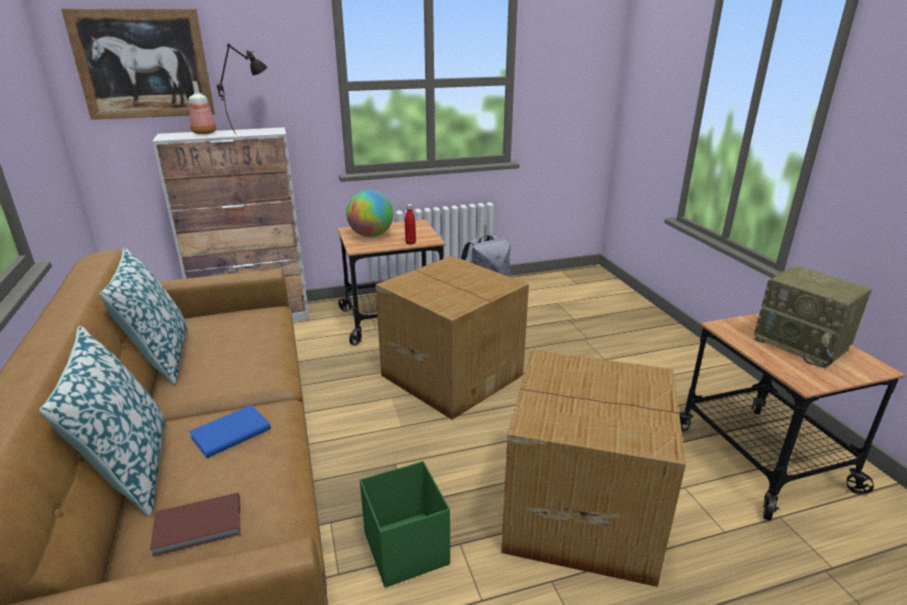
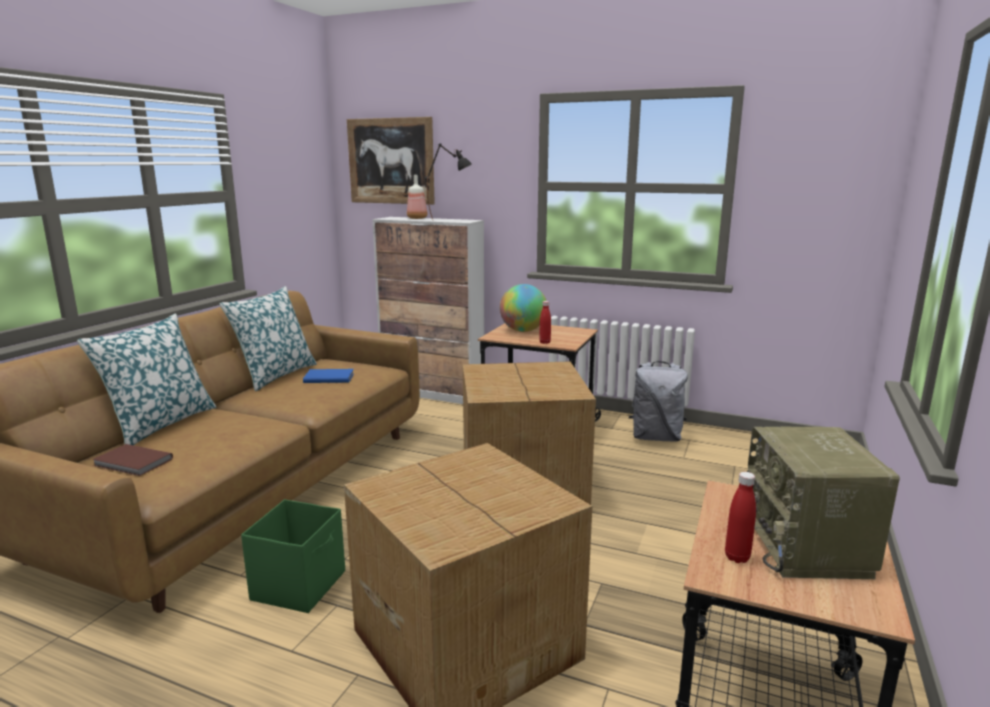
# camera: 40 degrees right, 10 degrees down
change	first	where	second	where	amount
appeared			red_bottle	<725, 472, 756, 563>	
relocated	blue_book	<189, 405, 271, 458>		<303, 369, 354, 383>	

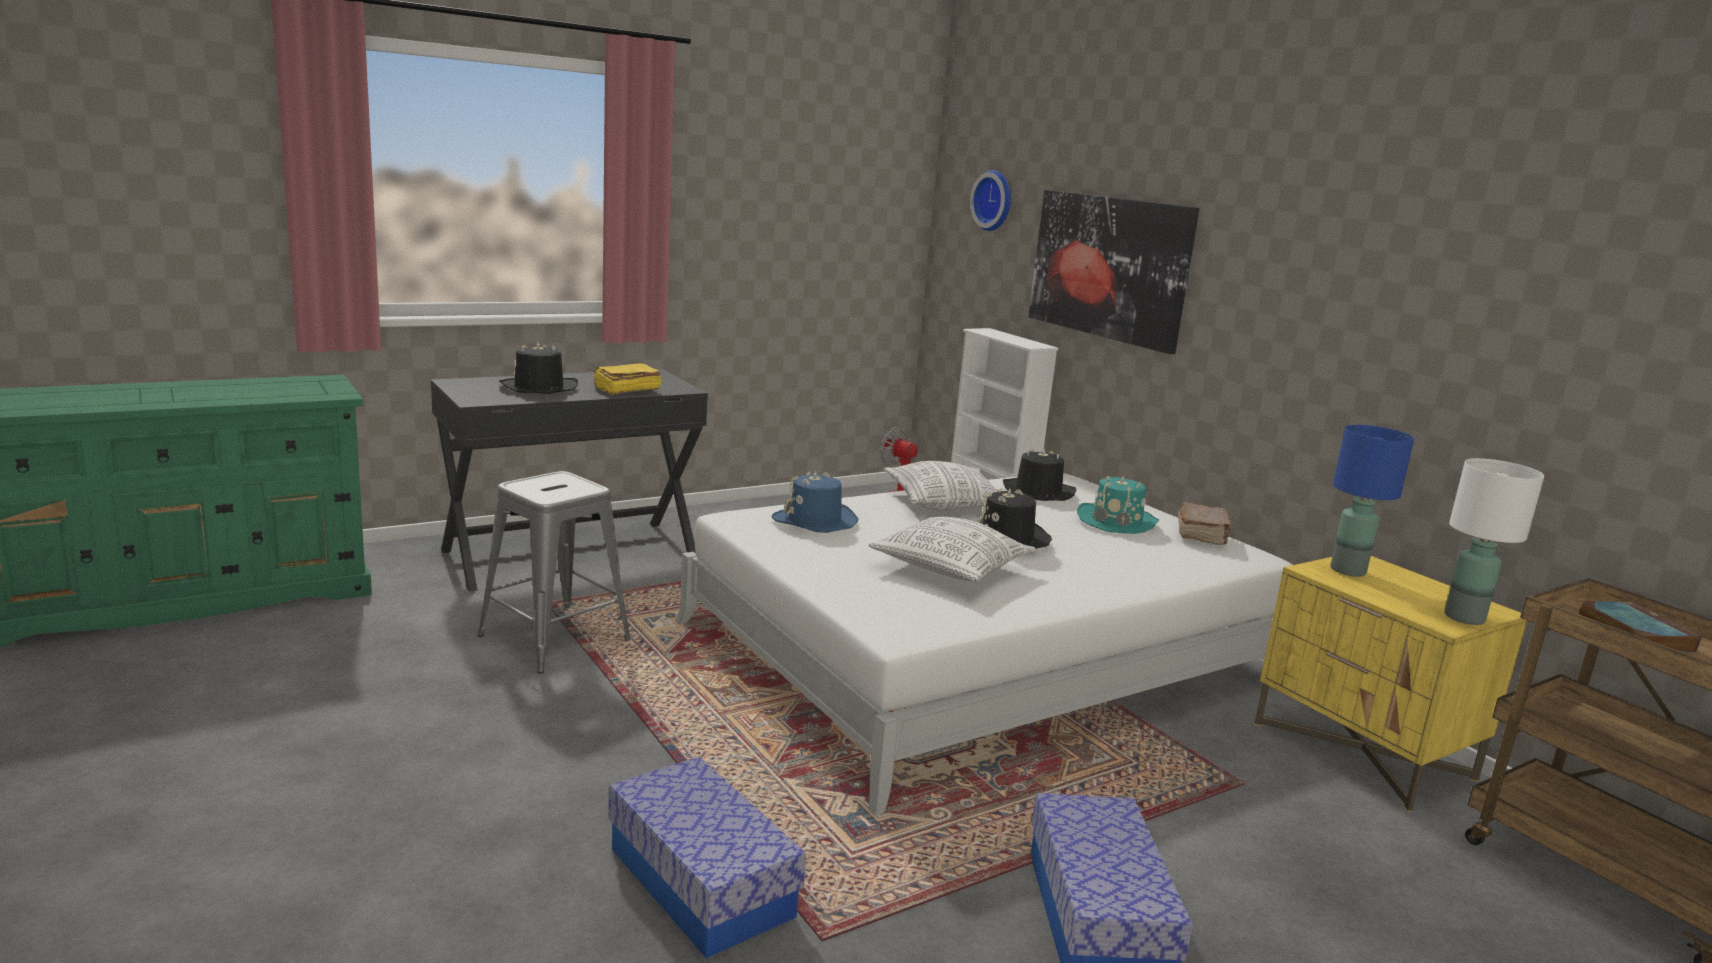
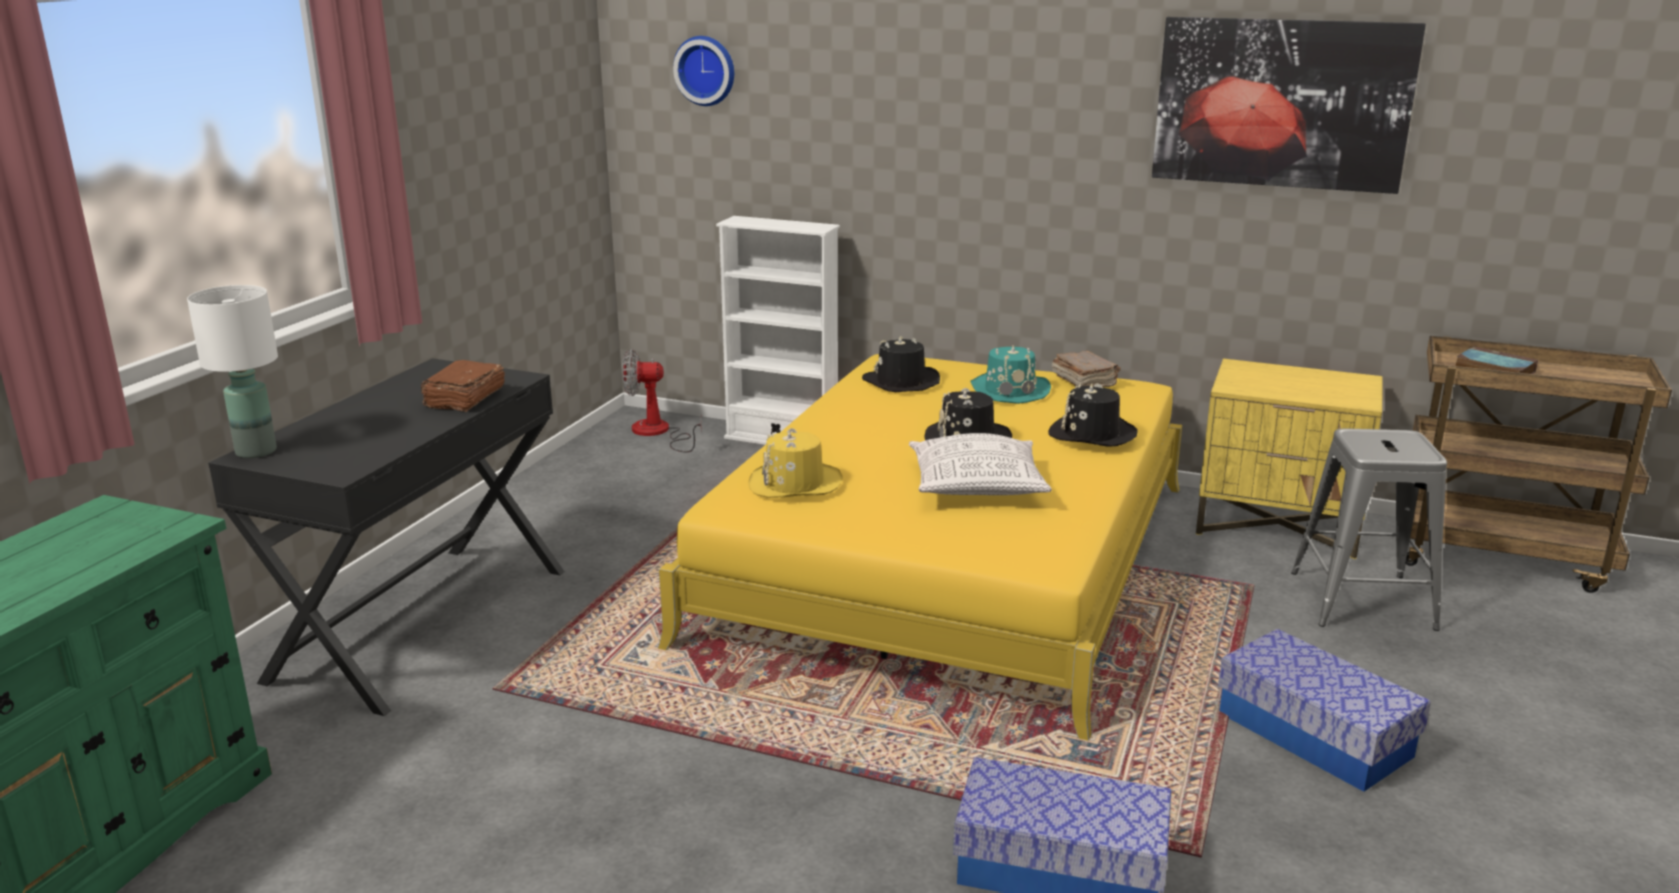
# camera: 35 degrees left, 5 degrees up
change	first	where	second	where	amount
missing	pillow	<884, 461, 997, 510>			
missing	blue_table_lamp	<1330, 425, 1414, 576>			
relocated	grey_stool	<478, 471, 631, 673>		<1291, 428, 1447, 631>	
relocated	black_hat	<499, 342, 578, 394>		<1048, 383, 1137, 447>	
relocated	picture	<1028, 190, 1200, 354>		<1152, 17, 1426, 194>	
relocated	white_table_lamp	<1444, 458, 1544, 625>		<187, 285, 278, 458>	
colour	yellow_book	<593, 363, 661, 395>	brown_book	<421, 360, 505, 412>	
colour	white_bed	<675, 473, 1293, 816>	yellow_bed	<658, 354, 1182, 741>	
colour	blue_hat	<772, 470, 858, 533>	yellow_hat	<748, 428, 843, 498>	

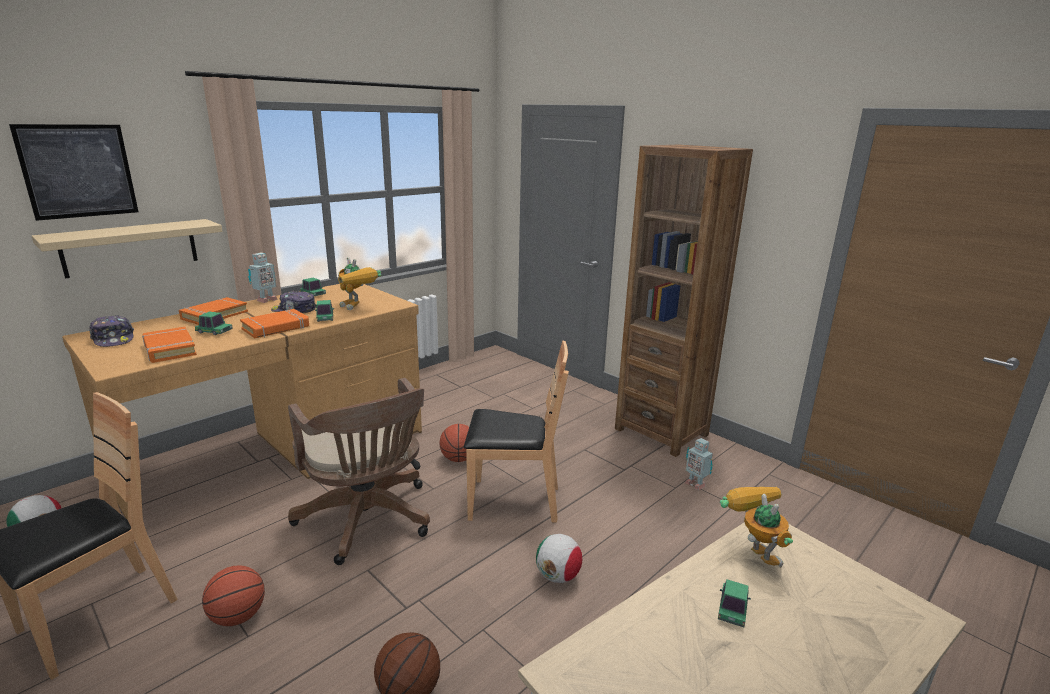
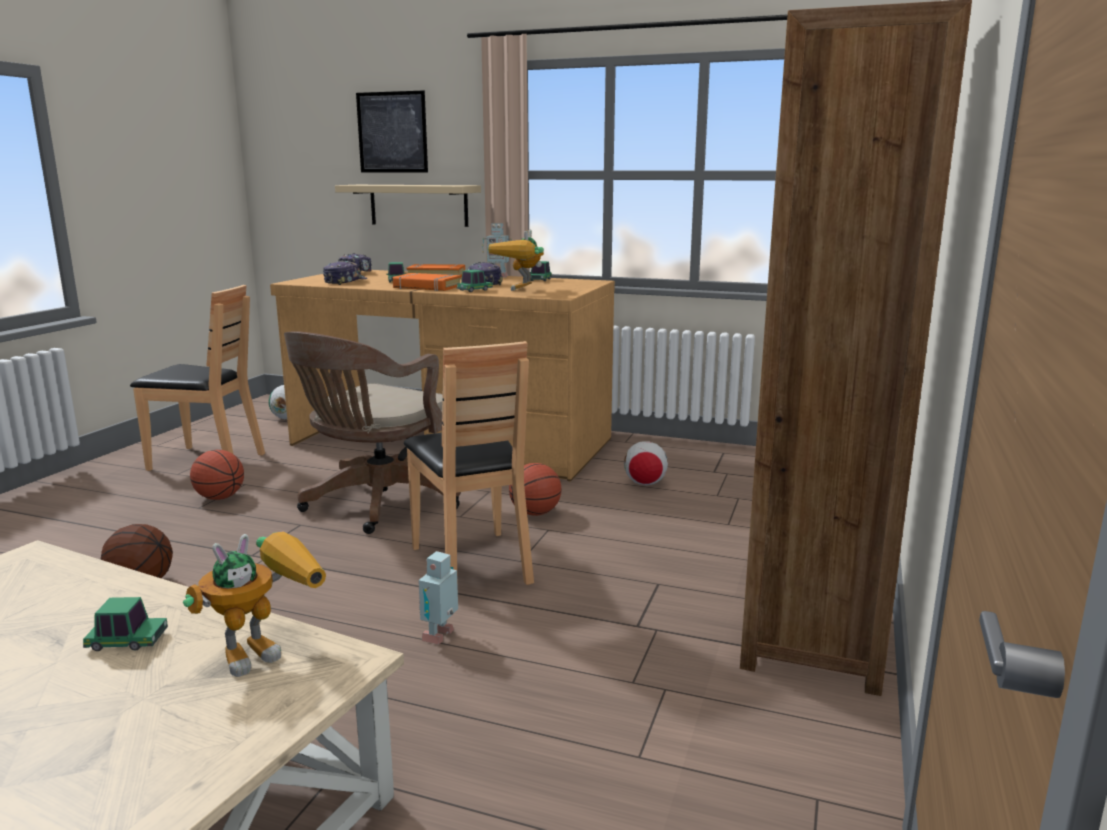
# camera: 65 degrees right, 5 degrees down
change	first	where	second	where	amount
relocated	football	<536, 534, 582, 583>		<624, 441, 668, 485>	
relocated	toy_robot	<685, 438, 713, 490>		<418, 551, 458, 645>	
exchanged	orange_book	<142, 327, 197, 363>	cap	<323, 261, 367, 285>	

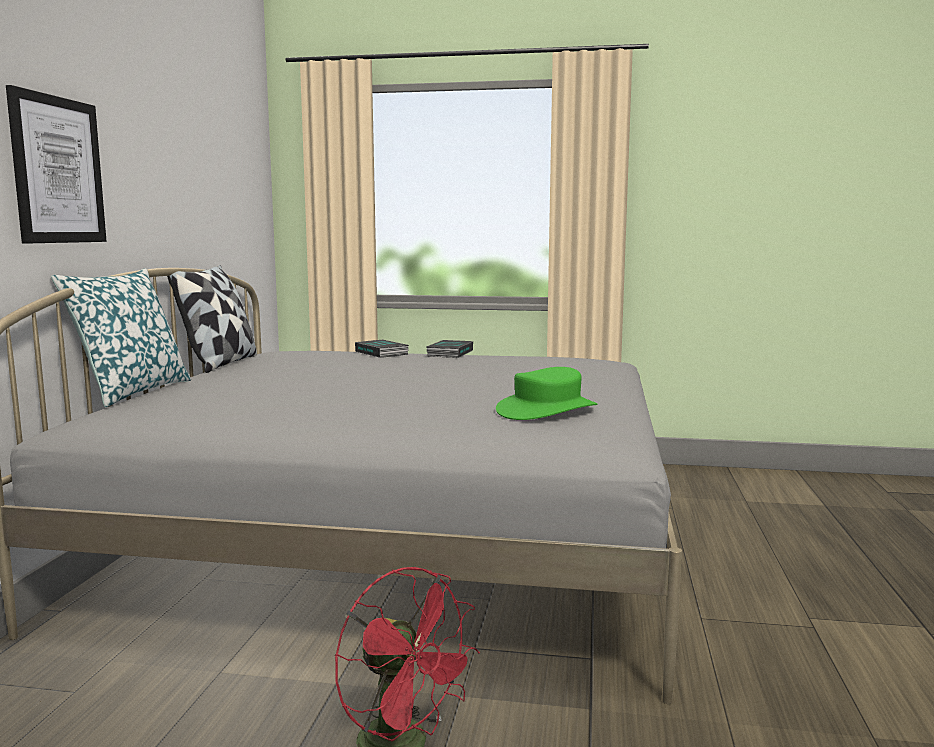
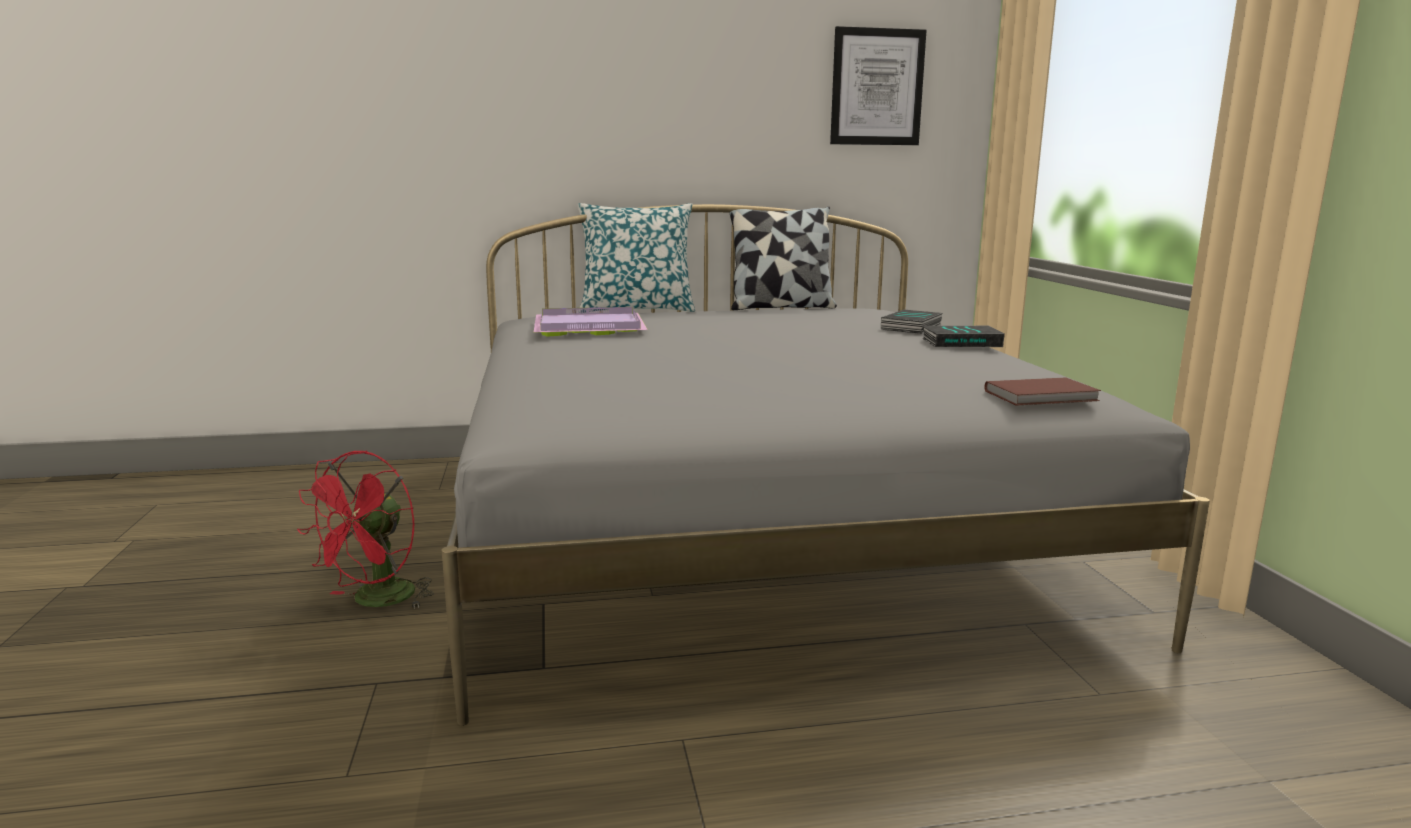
# camera: 70 degrees right, 5 degrees up
change	first	where	second	where	amount
missing	green_hat	<496, 367, 598, 420>			
appeared			purple_tray	<534, 307, 648, 337>	
appeared			brown_book	<984, 377, 1101, 406>	
relocated	picture	<6, 85, 106, 244>		<830, 26, 927, 145>	

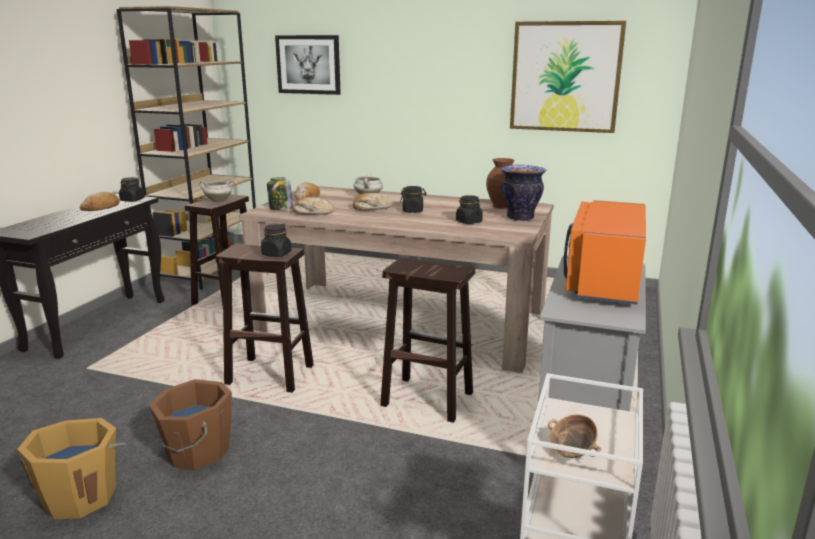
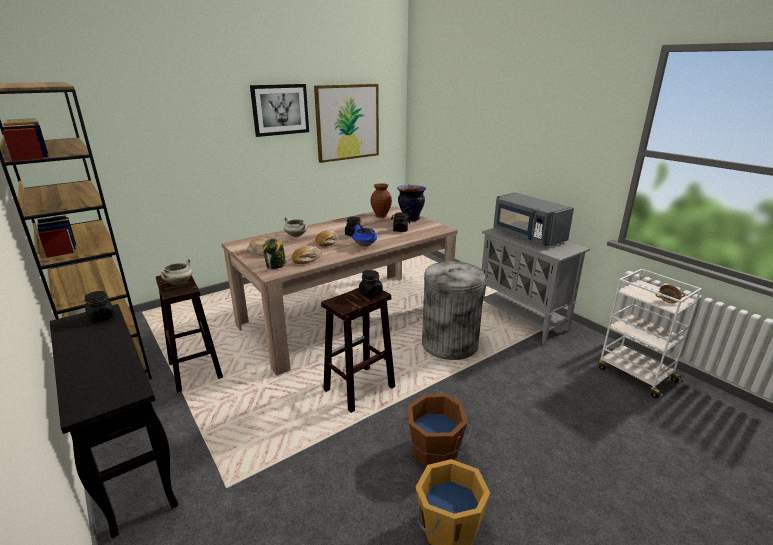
# camera: 55 degrees left, 5 degrees up
change	first	where	second	where	amount
missing	bread	<79, 192, 120, 211>			
appeared			blue_cooking_pot	<352, 225, 377, 247>	
relocated	picture	<275, 35, 341, 95>		<250, 84, 309, 137>	
exchanged	brown_stool	<380, 257, 475, 423>	grey_trash_can	<422, 261, 486, 360>	
colour	orange_microwave	<564, 200, 646, 305>	grey_microwave	<494, 192, 574, 246>	

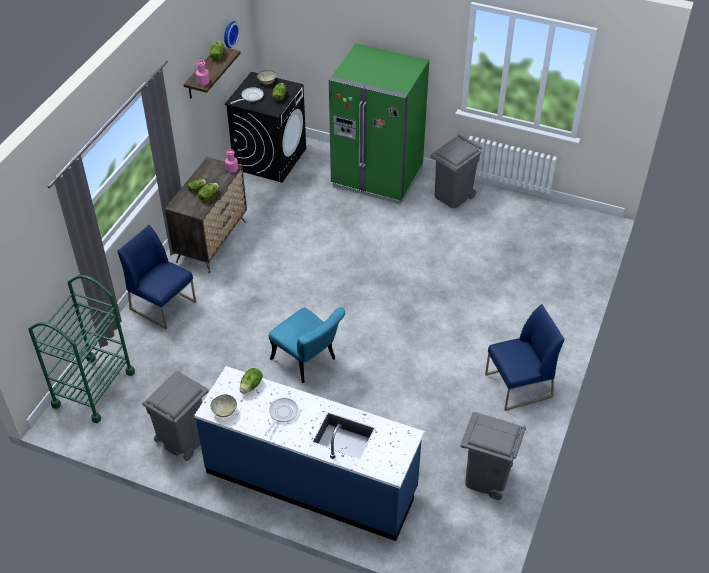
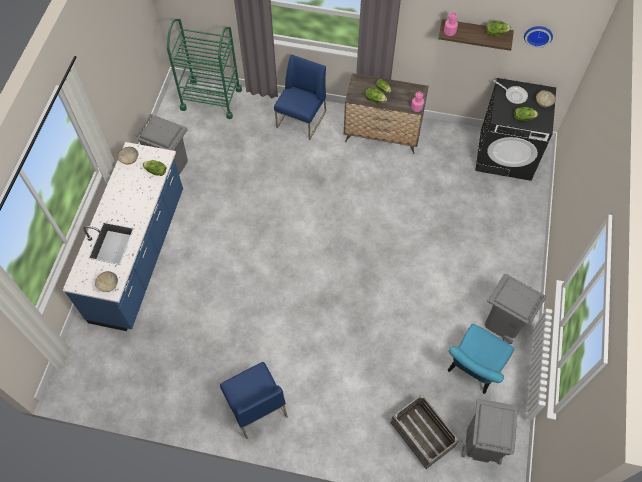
# camera: 80 degrees right, 15 degrees up
change	first	where	second	where	amount
missing	frying_pan	<264, 398, 298, 436>			
missing	green_fridge	<329, 43, 429, 205>			
appeared			bowl	<95, 271, 118, 292>	
appeared			crate	<391, 394, 459, 469>	
relocated	turquoise_chair	<269, 307, 345, 383>		<448, 324, 515, 394>	
relocated	grey_trash_can	<460, 412, 526, 500>		<462, 399, 518, 465>	

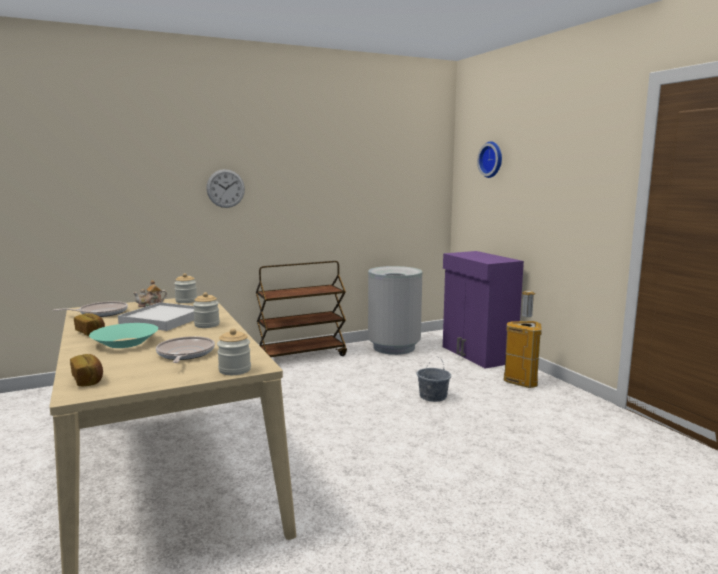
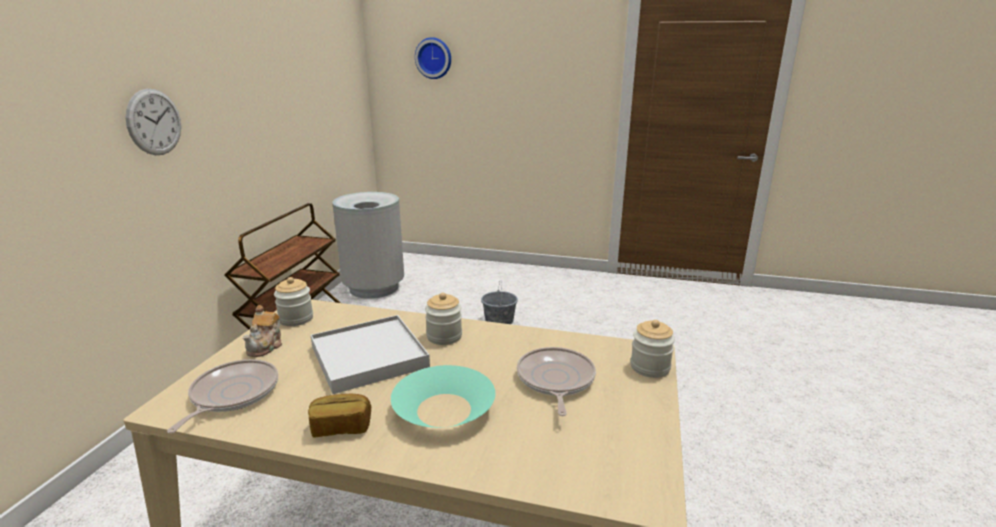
# camera: 50 degrees left, 10 degrees up
change	first	where	second	where	amount
missing	bread	<70, 354, 103, 386>			
missing	purple_cabinet	<443, 251, 524, 369>			
missing	trash_can	<503, 291, 542, 388>			
spun	frying_pan	<156, 336, 215, 363>		<517, 347, 596, 416>	60 degrees clockwise

